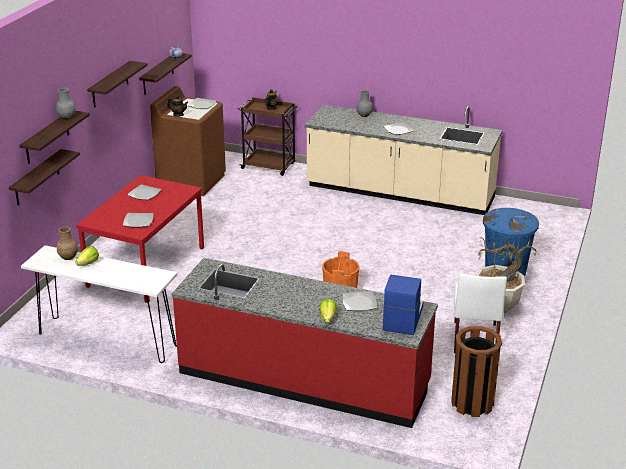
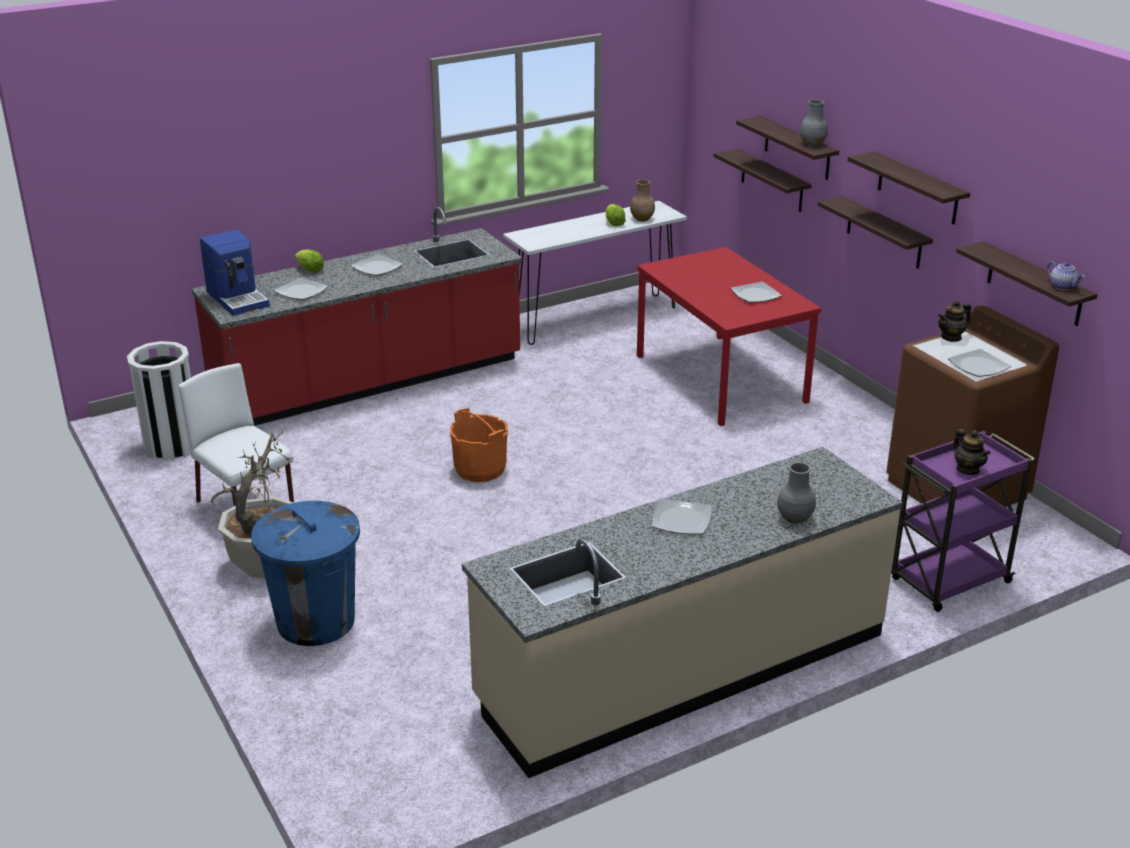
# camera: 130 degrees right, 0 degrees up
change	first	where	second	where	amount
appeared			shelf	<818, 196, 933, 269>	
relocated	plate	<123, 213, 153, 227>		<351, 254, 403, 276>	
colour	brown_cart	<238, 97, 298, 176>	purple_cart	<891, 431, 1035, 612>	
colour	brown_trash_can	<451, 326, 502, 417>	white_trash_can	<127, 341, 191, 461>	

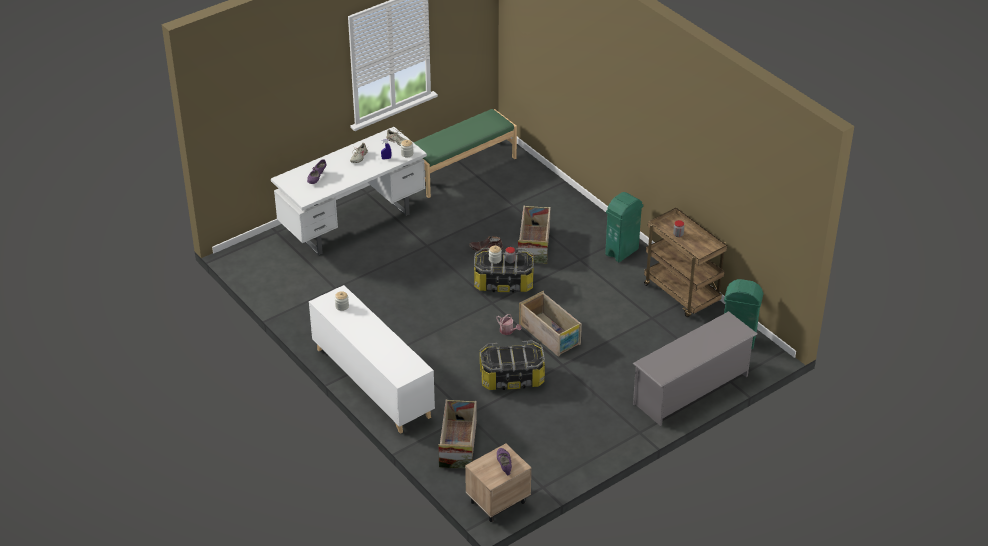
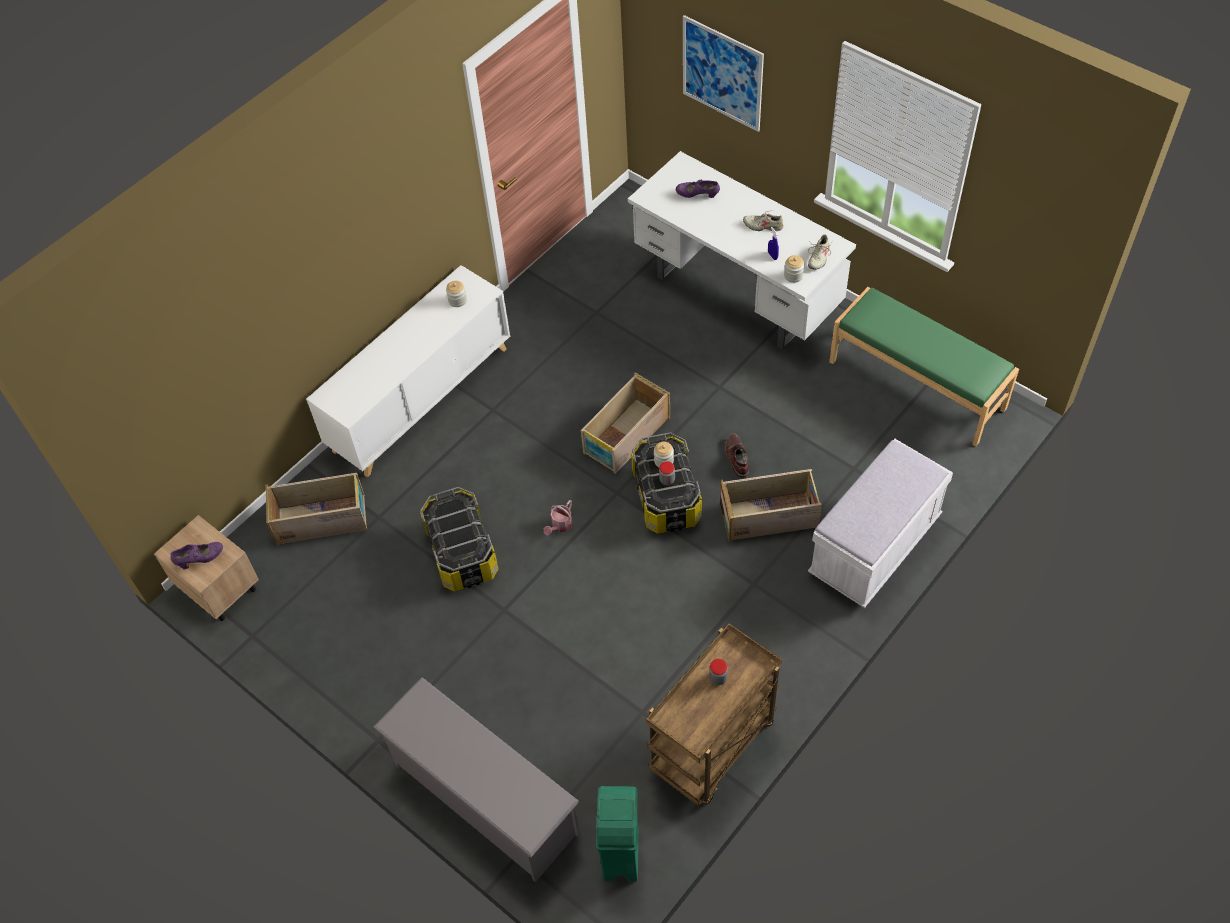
# camera: 80 degrees right, 15 degrees up
change	first	where	second	where	amount
missing	green_trash_can	<605, 192, 643, 262>			
appeared			picture	<683, 15, 764, 132>	
appeared			white_bench	<808, 439, 953, 608>	
relocated	crate	<519, 291, 582, 357>		<581, 372, 670, 474>	

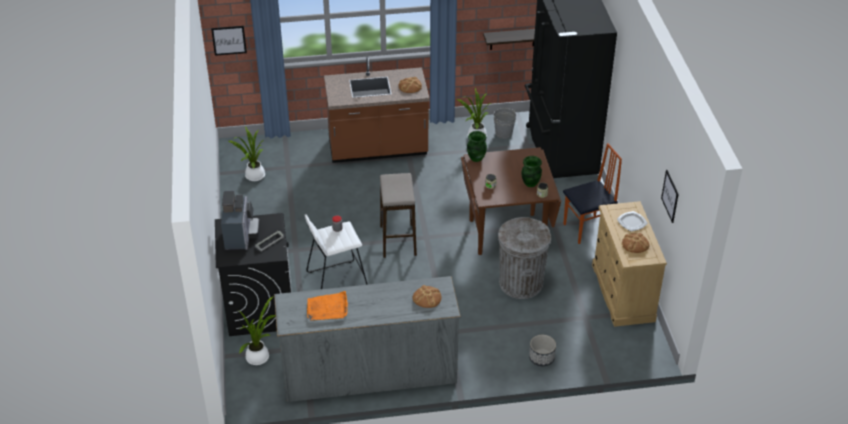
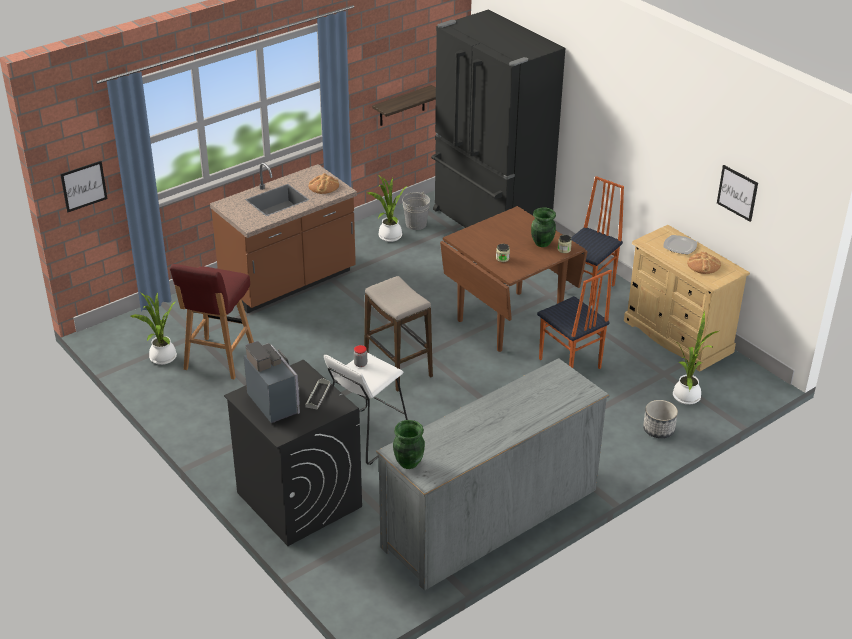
# camera: 30 degrees left, 5 degrees down
change	first	where	second	where	amount
missing	orange_tray	<307, 291, 348, 321>			
missing	bread	<412, 285, 442, 308>			
appeared			red_stool	<170, 264, 254, 379>	
relocated	potted_plant	<239, 296, 276, 365>		<673, 311, 719, 405>	
relocated	green_vase	<467, 131, 487, 162>		<393, 420, 425, 469>	
exchanged	grey_trash_can	<498, 217, 551, 299>	chair	<537, 270, 612, 369>	

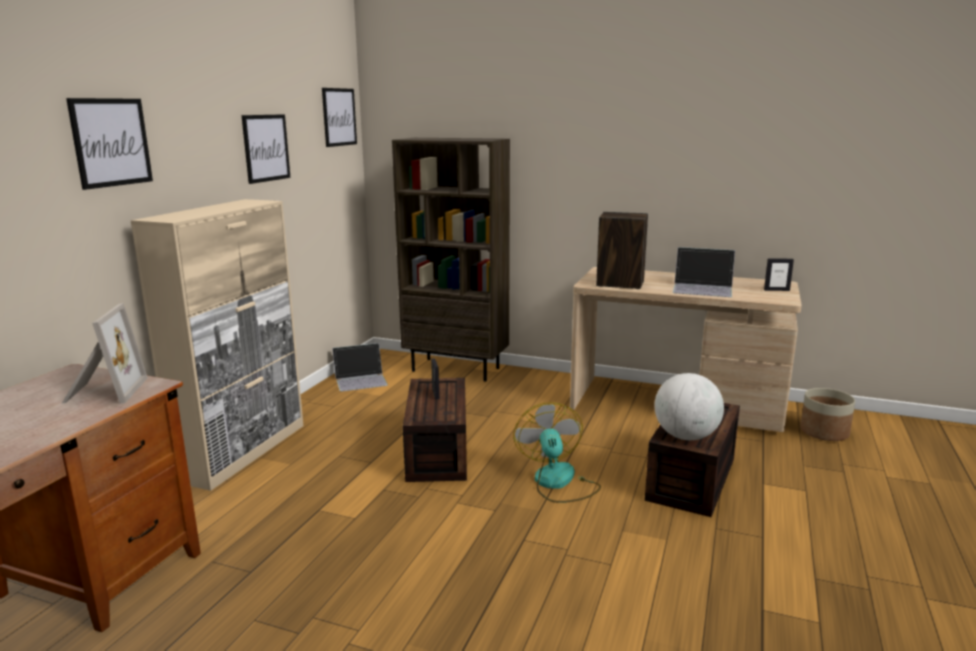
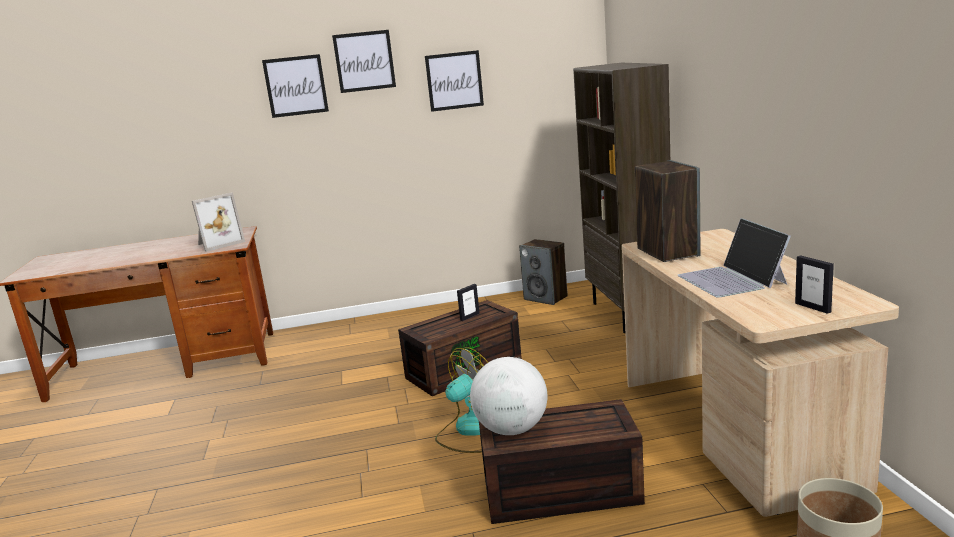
# camera: 60 degrees right, 0 degrees up
change	first	where	second	where	amount
missing	beige_cabinet	<130, 199, 303, 491>			
relocated	picture	<322, 88, 357, 147>		<332, 30, 396, 93>	
exchanged	laptop	<332, 343, 388, 392>	speaker	<519, 239, 568, 305>	

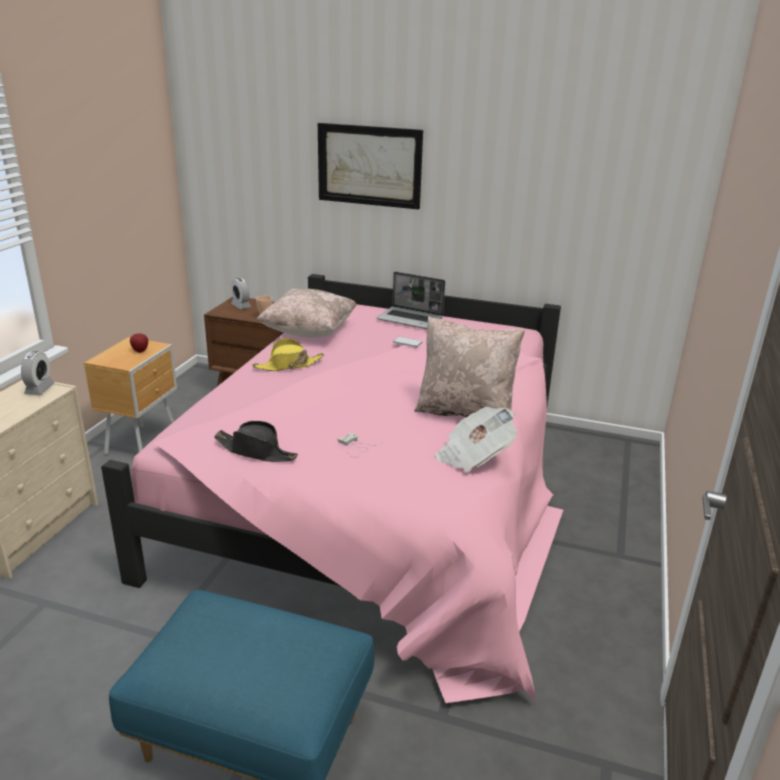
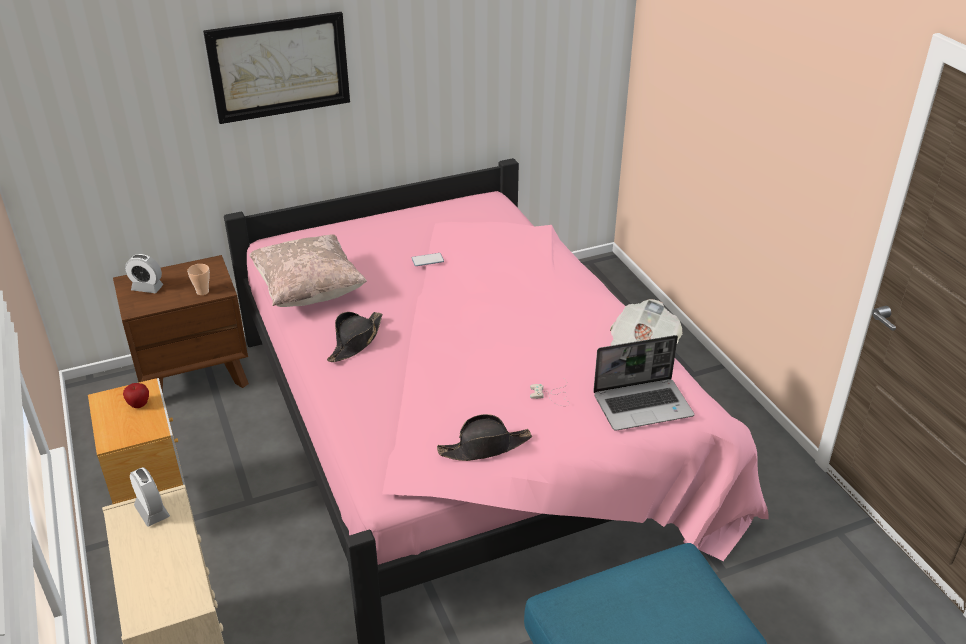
# camera: 40 degrees left, 10 degrees up
change	first	where	second	where	amount
missing	beige_pillow	<414, 316, 525, 417>			
relocated	laptop	<376, 272, 445, 329>		<593, 335, 694, 431>	
colour	yellow_hat	<252, 338, 324, 371>	black_hat	<327, 312, 382, 362>	

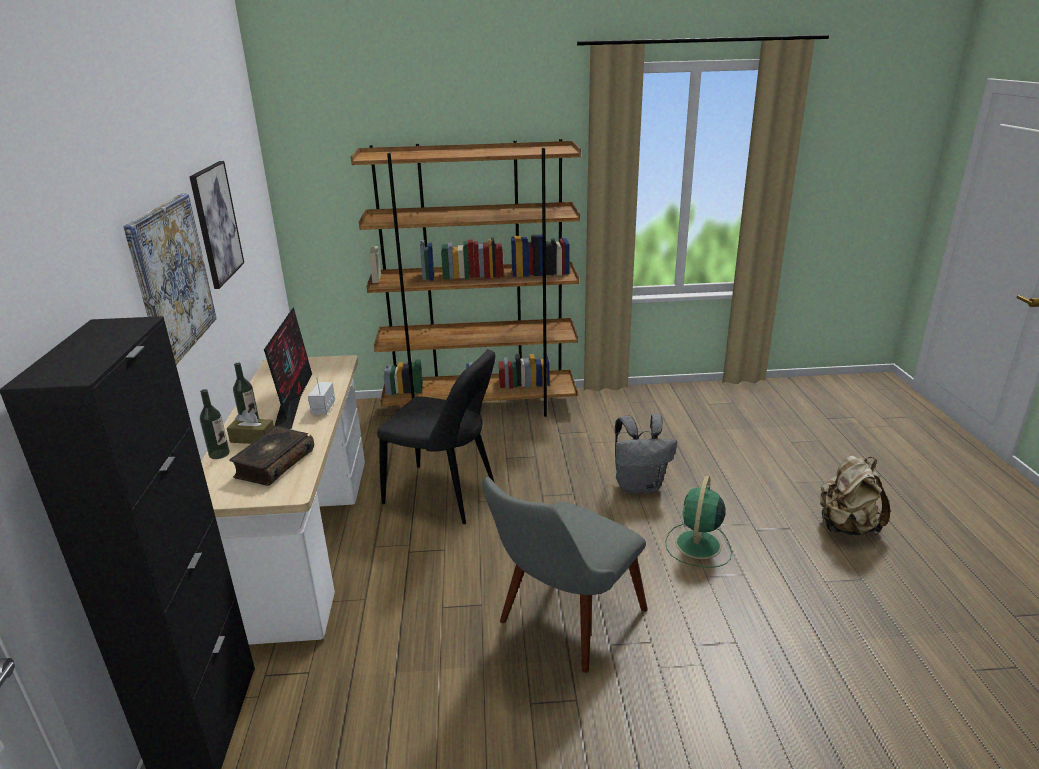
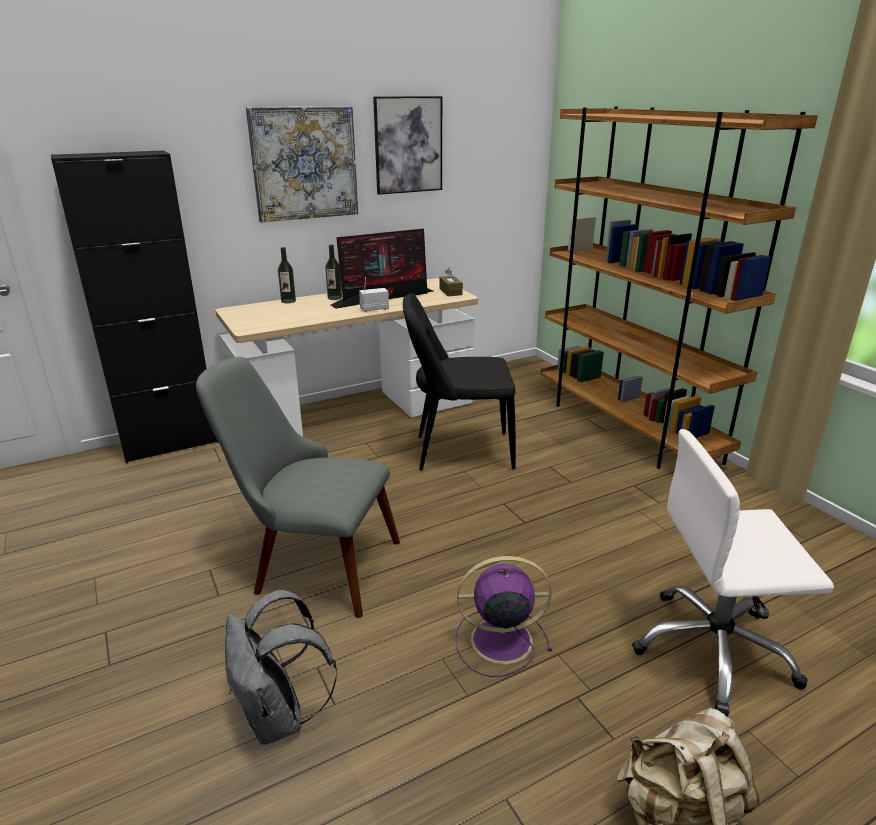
# camera: 65 degrees right, 0 degrees up
change	first	where	second	where	amount
missing	book	<229, 426, 314, 486>			
appeared			white_office_chair	<632, 429, 834, 716>	
relocated	brown_tissue_box	<227, 410, 274, 444>		<440, 267, 463, 296>	
relocated	grey_backpack	<615, 414, 677, 494>		<225, 590, 337, 745>	
colour	green_fan	<665, 476, 732, 568>	purple_fan	<455, 556, 552, 677>	
spun	black_chair	<377, 349, 496, 524>		<403, 294, 516, 471>	90 degrees clockwise

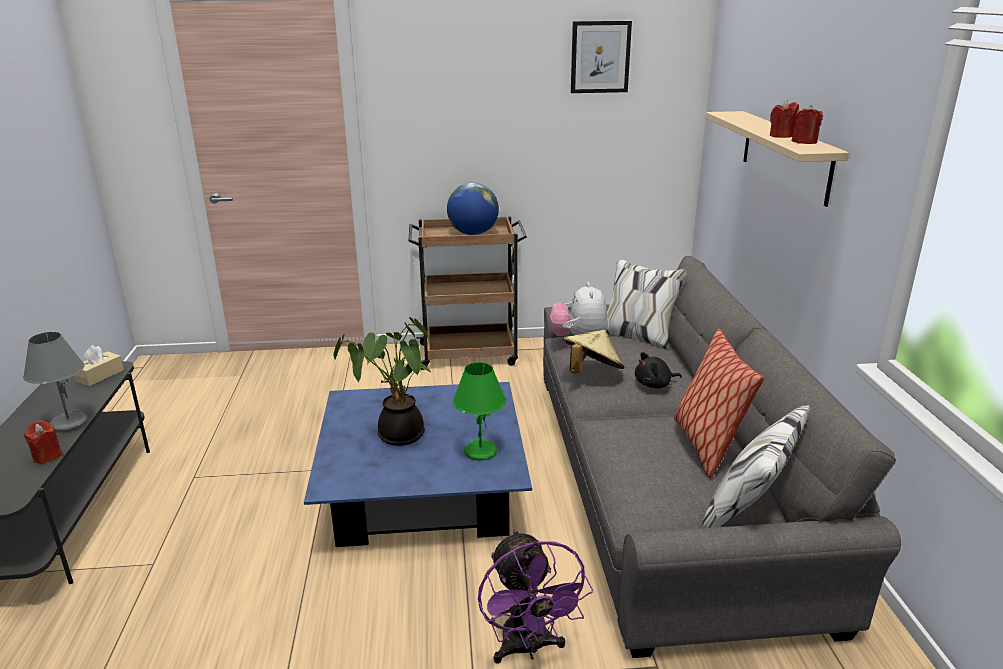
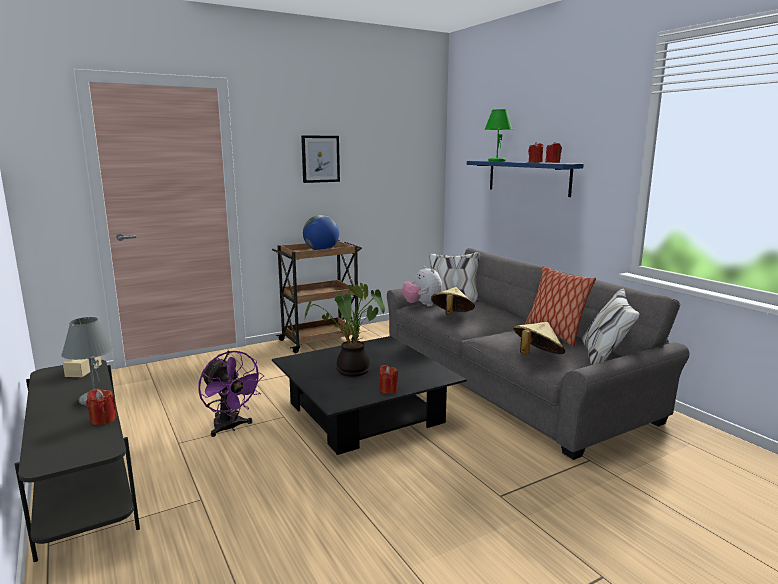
# camera: 25 degrees left, 10 degrees down
change	first	where	second	where	amount
missing	black_plush_toy	<635, 352, 682, 389>			
appeared			red_candle	<379, 365, 398, 394>	
appeared			beige_hat	<513, 322, 565, 355>	
relocated	green_table_lamp	<453, 362, 506, 461>		<485, 109, 512, 161>	
relocated	purple_fan	<478, 530, 593, 664>		<198, 351, 264, 437>	
relocated	picture	<571, 21, 632, 93>		<301, 135, 340, 183>	
colour	blue_coffee_table	<304, 382, 532, 547>	black_coffee_table	<272, 336, 467, 455>	
colour	beige_shelf	<706, 111, 849, 207>	blue_shelf	<467, 161, 584, 197>	

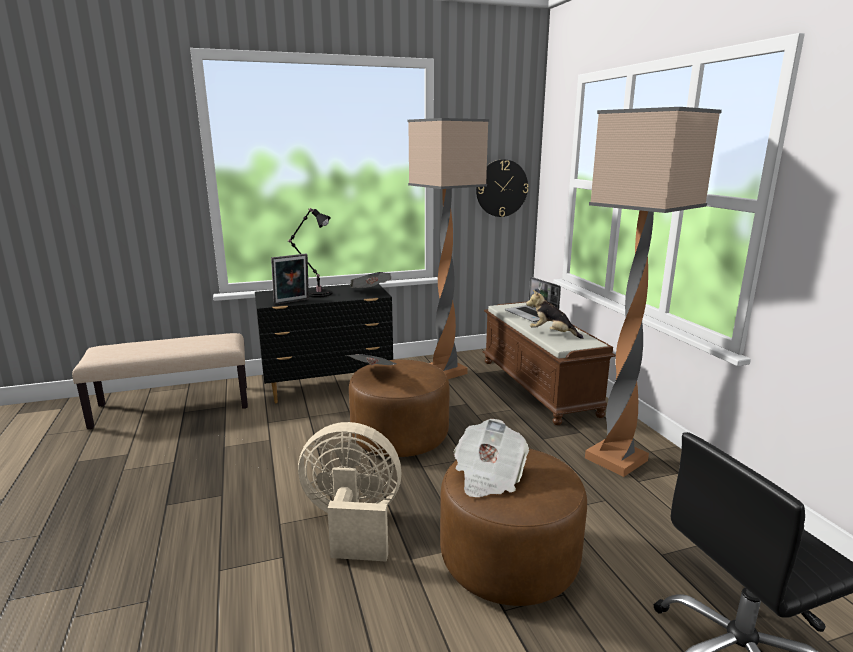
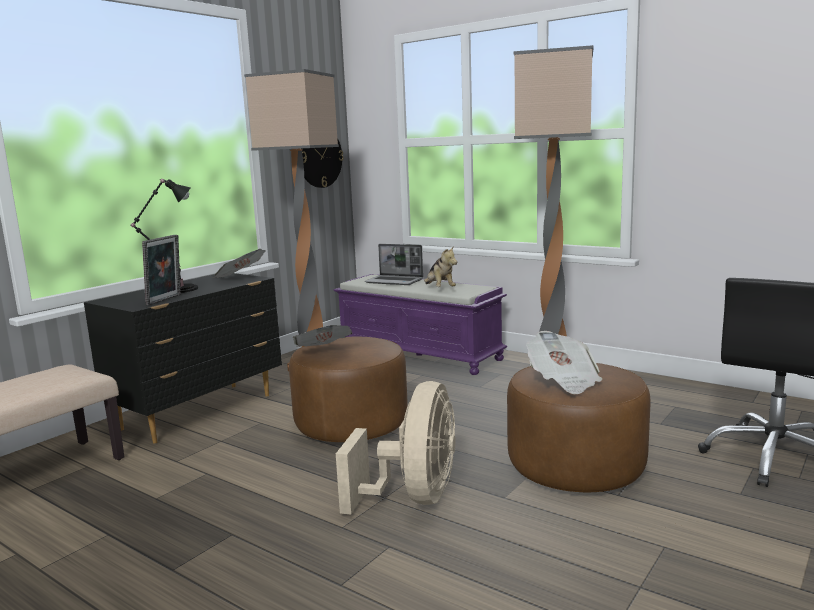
# camera: 35 degrees left, 5 degrees down
change	first	where	second	where	amount
colour	brown_bench	<483, 301, 616, 425>	purple_bench	<334, 274, 507, 375>	
spun	beige_fan	<298, 422, 401, 562>		<336, 381, 456, 515>	135 degrees clockwise
spun	plush_toy	<526, 290, 583, 339>		<424, 245, 457, 287>	105 degrees counterclockwise

